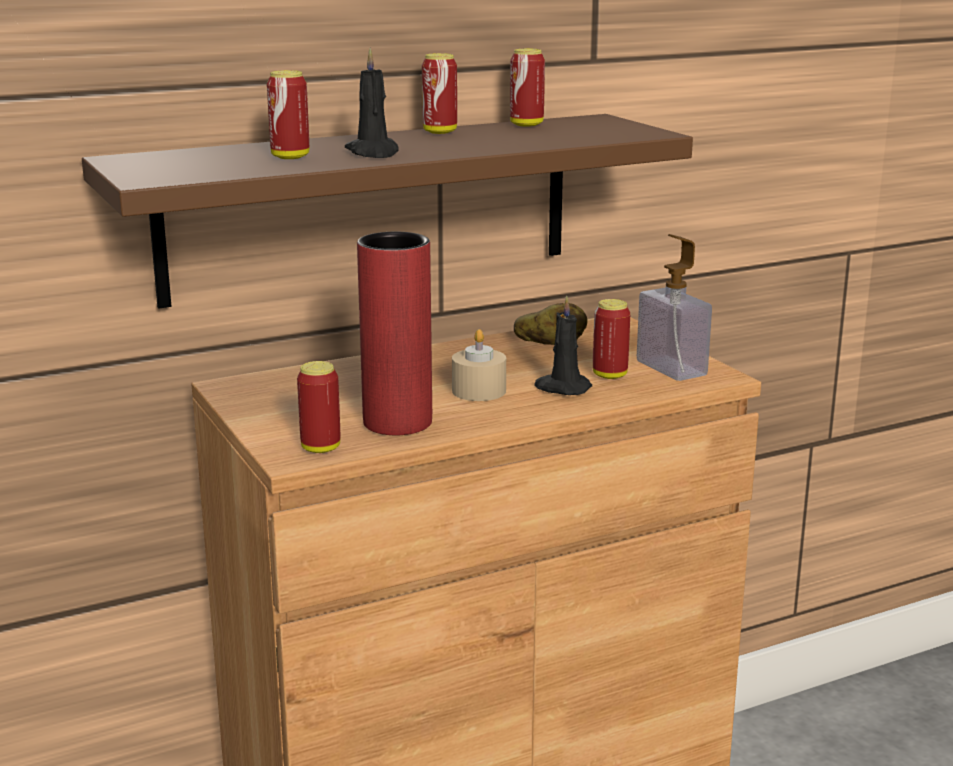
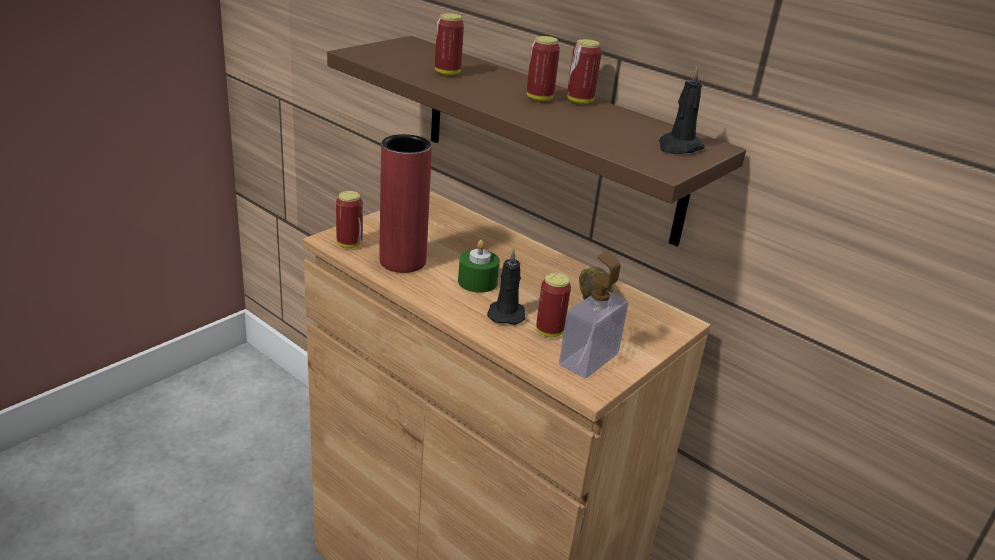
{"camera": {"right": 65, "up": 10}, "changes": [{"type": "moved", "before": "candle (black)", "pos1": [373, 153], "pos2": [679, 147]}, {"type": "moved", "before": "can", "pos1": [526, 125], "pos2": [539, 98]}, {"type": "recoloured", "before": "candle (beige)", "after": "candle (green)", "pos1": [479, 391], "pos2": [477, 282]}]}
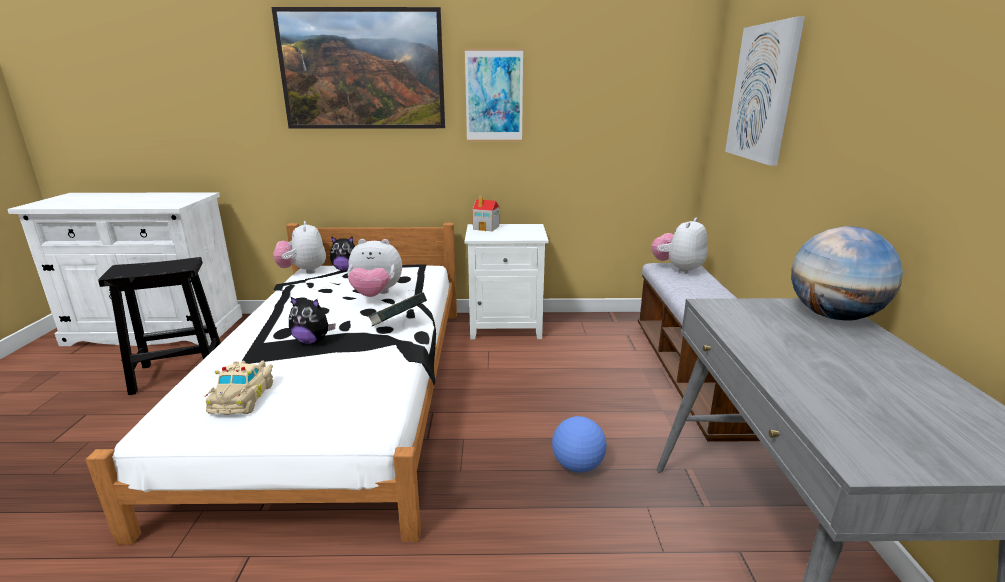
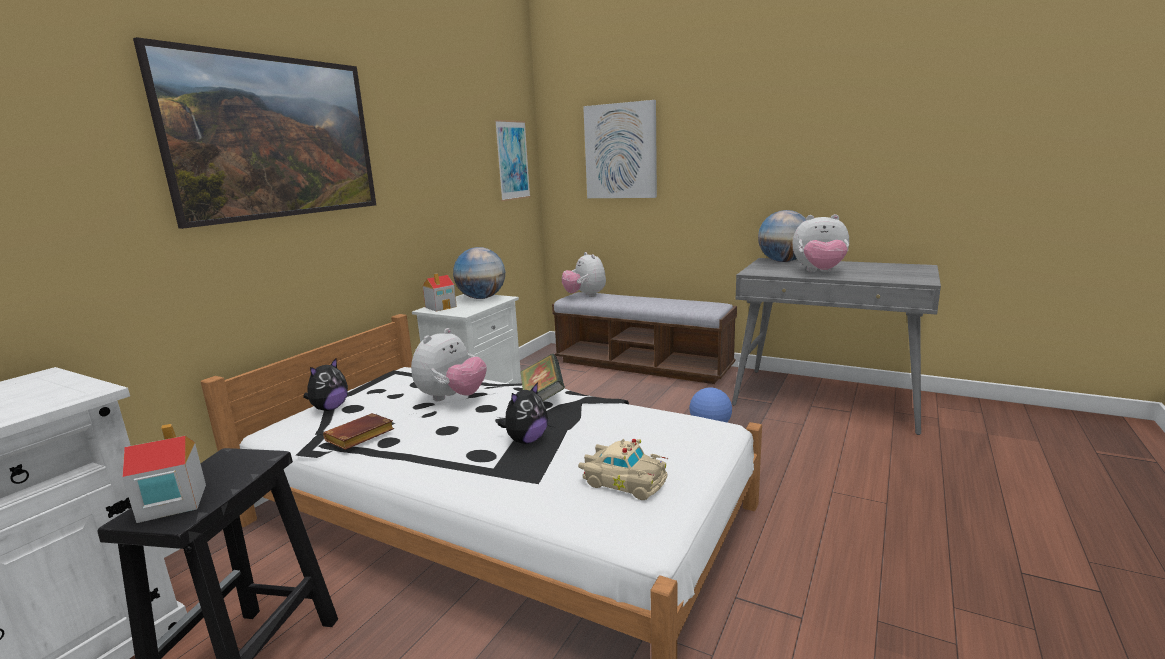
{"camera": {"right": -60, "up": -5}, "changes": [{"type": "moved", "before": "picture", "pos1": [494, 96], "pos2": [512, 160]}, {"type": "moved", "before": "plush toy", "pos1": [303, 271], "pos2": [819, 272]}, {"type": "added", "after": "globe", "pos2": [481, 298]}, {"type": "added", "after": "book (brown)", "pos2": [359, 437]}, {"type": "added", "after": "toy house", "pos2": [171, 503]}]}
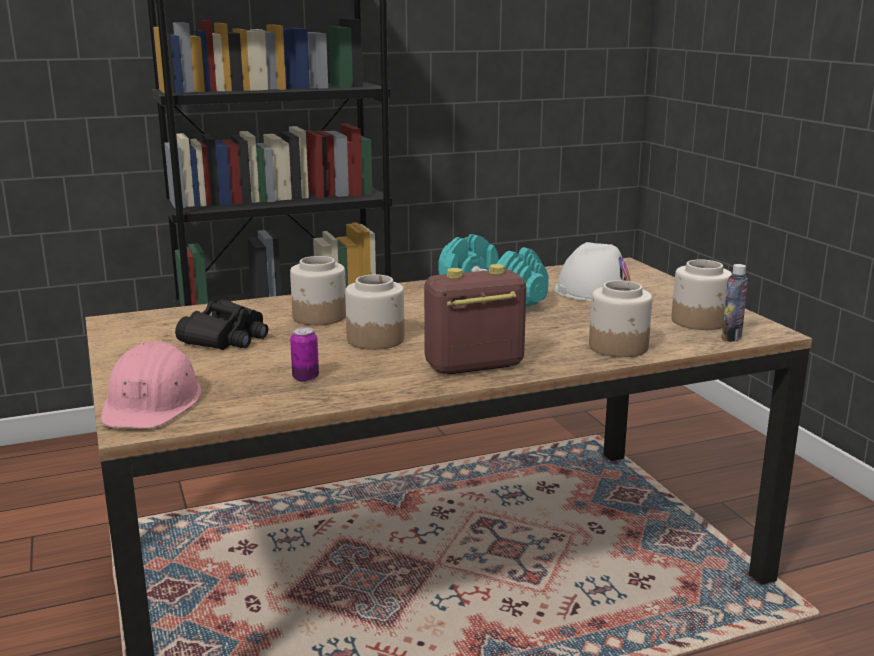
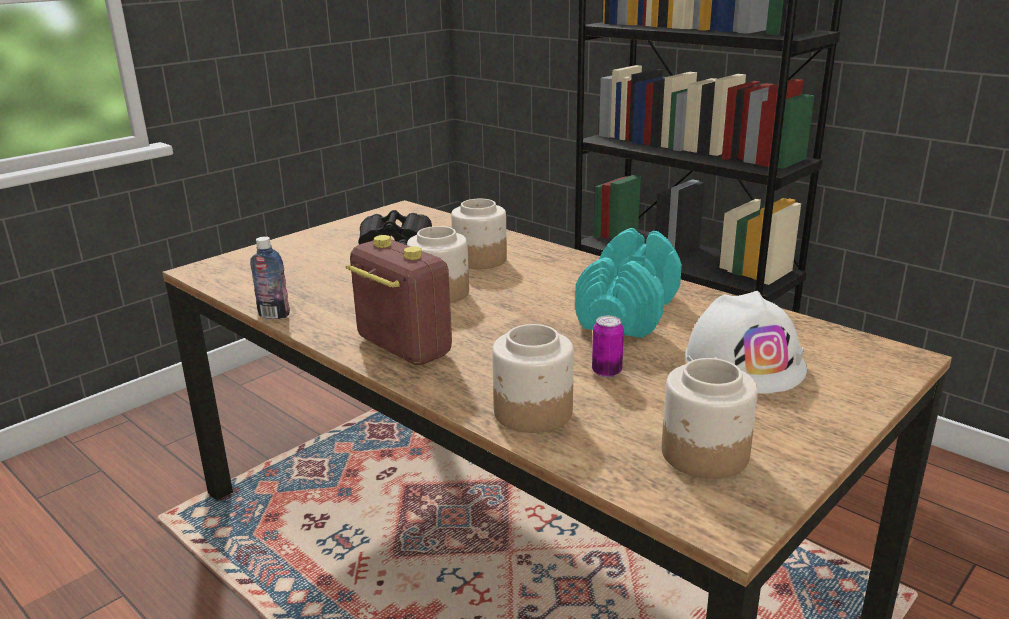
{"camera": {"right": 65, "up": 5}, "changes": [{"type": "moved", "before": "bottle", "pos1": [731, 337], "pos2": [274, 315]}, {"type": "moved", "before": "can", "pos1": [305, 378], "pos2": [606, 372]}, {"type": "removed", "before": "hard hat (pink)", "pos1": [153, 403]}]}
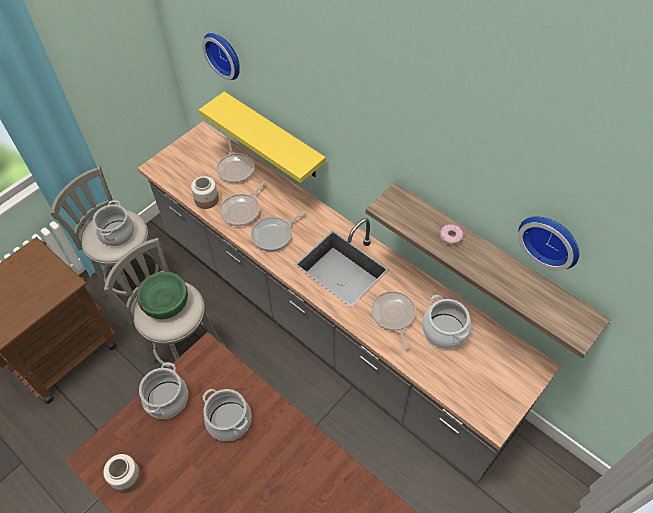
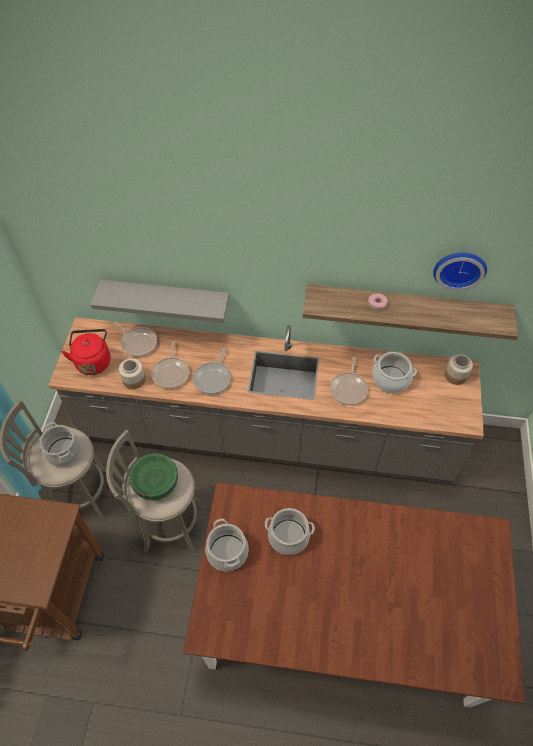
{"camera": {"right": -35, "up": 0}, "changes": [{"type": "removed", "before": "wall clock", "pos1": [224, 54]}, {"type": "recoloured", "before": "shelf (yellow)", "after": "shelf (grey)", "pos1": [274, 136], "pos2": [166, 298]}, {"type": "turned", "before": "frying pan", "pos1": [393, 316], "pos2": [349, 389], "turn": -120}, {"type": "moved", "before": "jar", "pos1": [126, 478], "pos2": [455, 375]}, {"type": "added", "after": "kettle (red)", "pos2": [93, 361]}]}
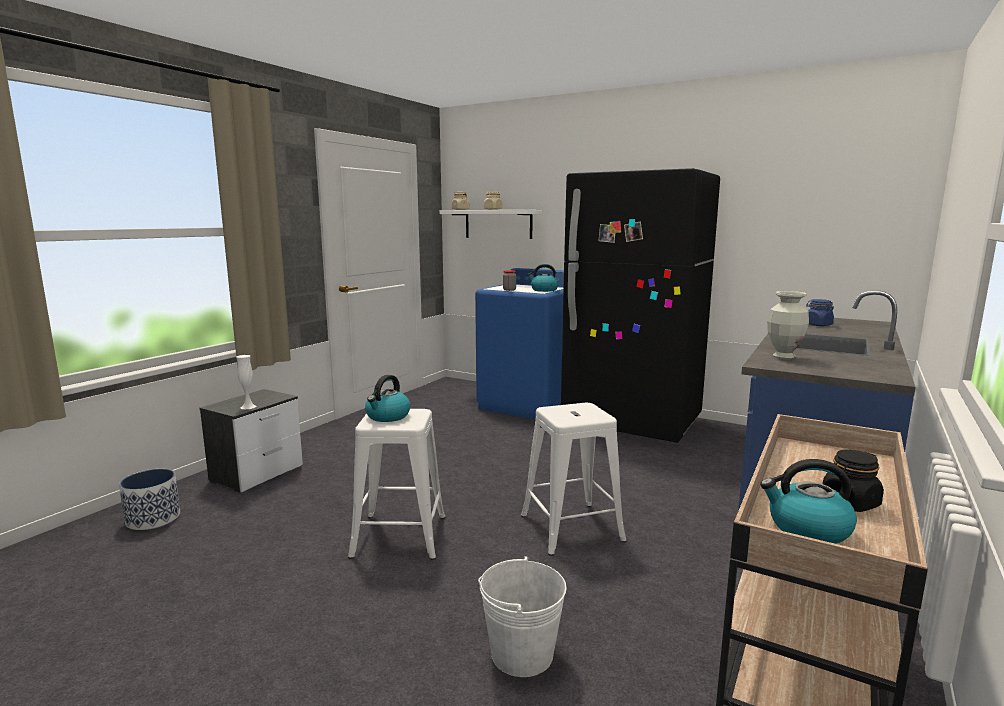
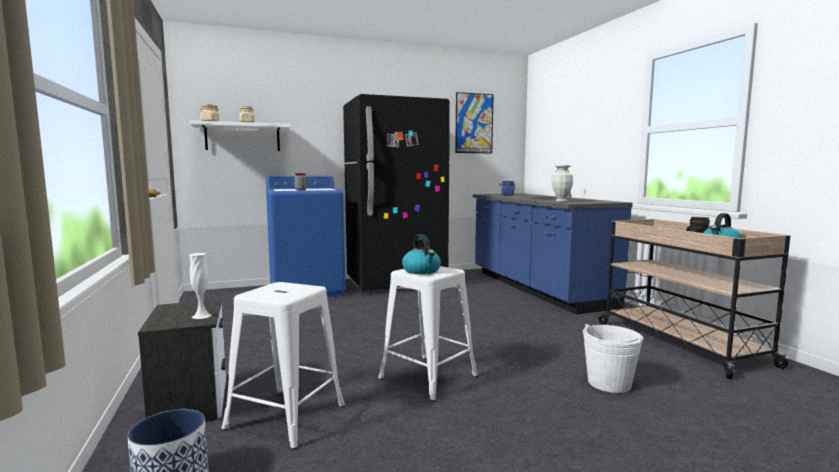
{"camera": {"right": -50, "up": -5}, "changes": [{"type": "removed", "before": "kettle", "pos1": [543, 290]}, {"type": "moved", "before": "stool (white)", "pos1": [571, 528], "pos2": [286, 417]}, {"type": "added", "after": "picture", "pos2": [474, 123]}]}
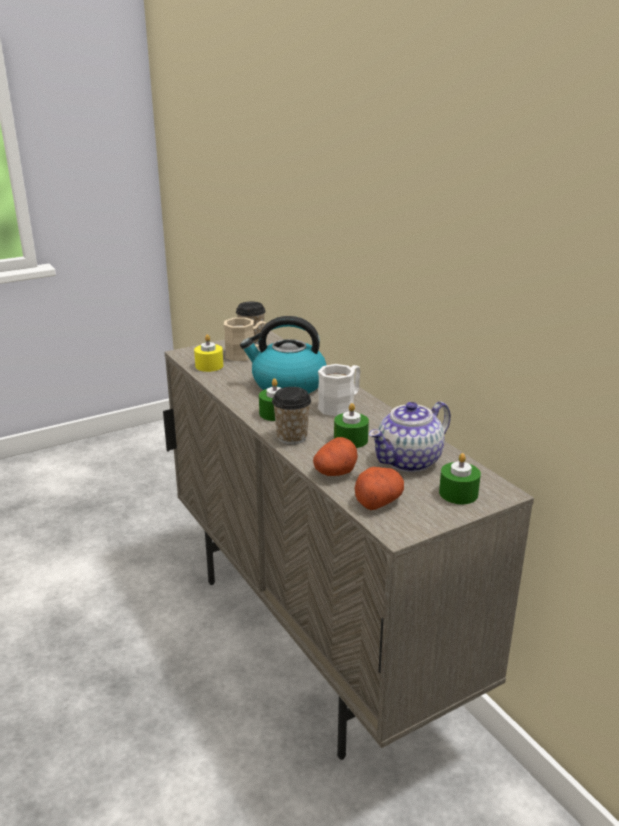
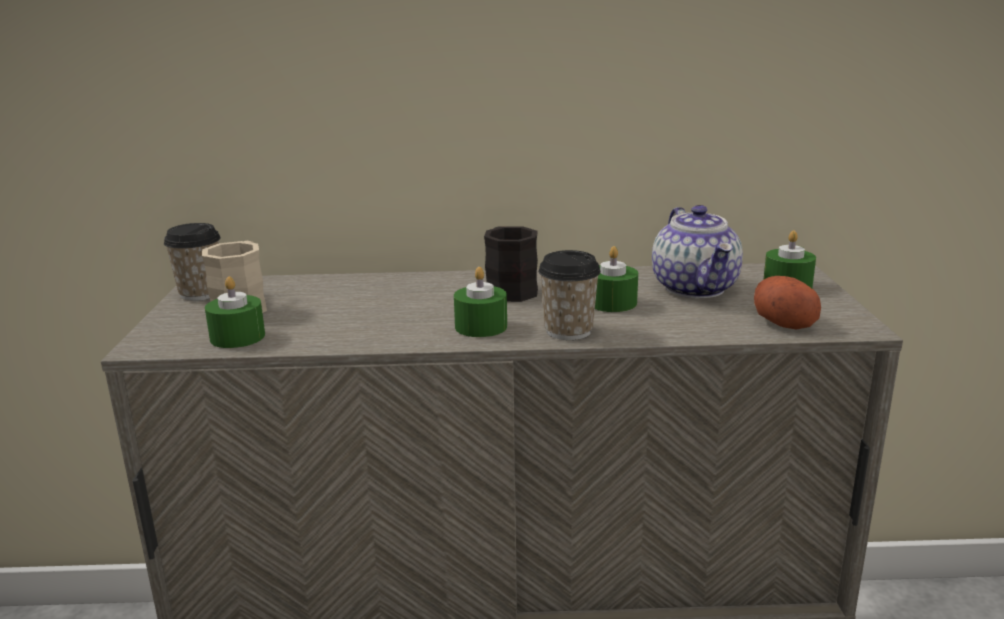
{"camera": {"right": -60, "up": -5}, "changes": [{"type": "removed", "before": "kettle", "pos1": [287, 384]}, {"type": "recoloured", "before": "candle (yellow)", "after": "candle (green)", "pos1": [209, 366], "pos2": [237, 337]}, {"type": "recoloured", "before": "mug (white)", "after": "mug (black)", "pos1": [341, 405], "pos2": [508, 288]}, {"type": "removed", "before": "potato", "pos1": [335, 472]}]}
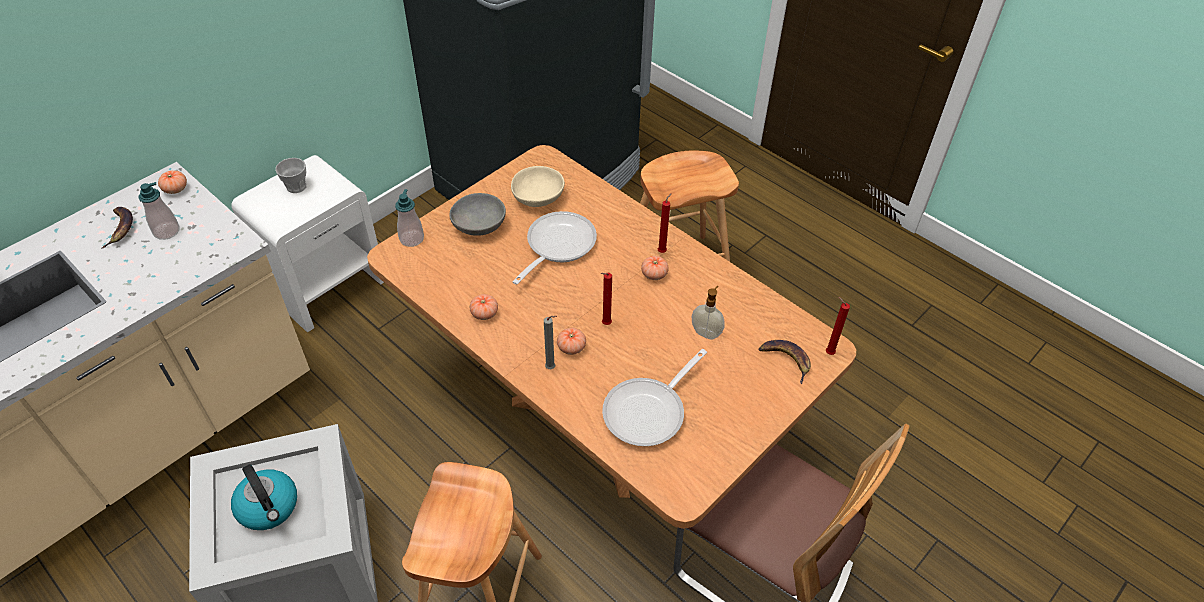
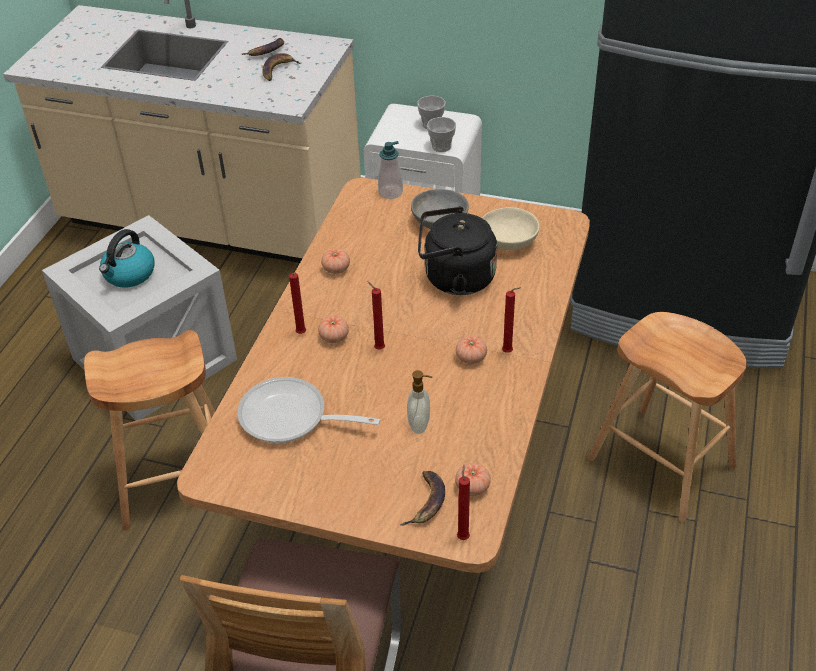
{"camera": {"right": 65, "up": -5}, "changes": [{"type": "moved", "before": "tomato", "pos1": [175, 189], "pos2": [472, 487]}, {"type": "replaced", "before": "soap dispenser", "after": "banana", "pos1": [166, 231], "pos2": [278, 70]}, {"type": "replaced", "before": "frying pan", "after": "kettle (black)", "pos1": [557, 246], "pos2": [454, 278]}, {"type": "recoloured", "before": "candle (grey)", "after": "candle (red)", "pos1": [552, 368], "pos2": [301, 334]}, {"type": "added", "after": "cup", "pos2": [441, 146]}]}
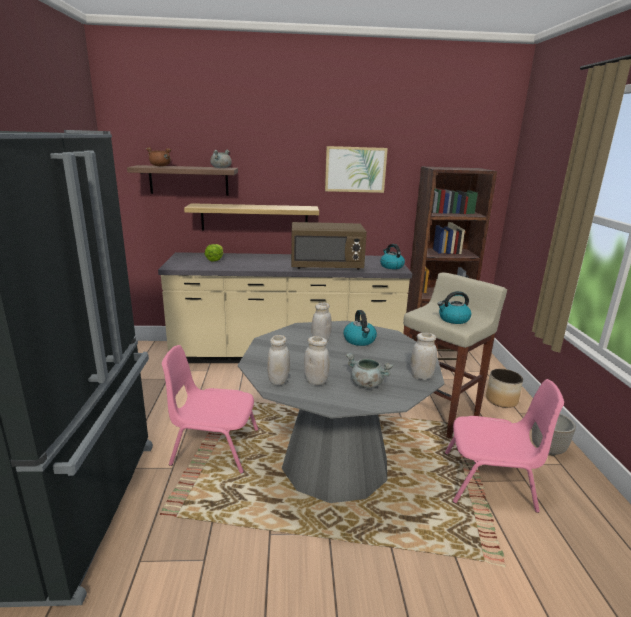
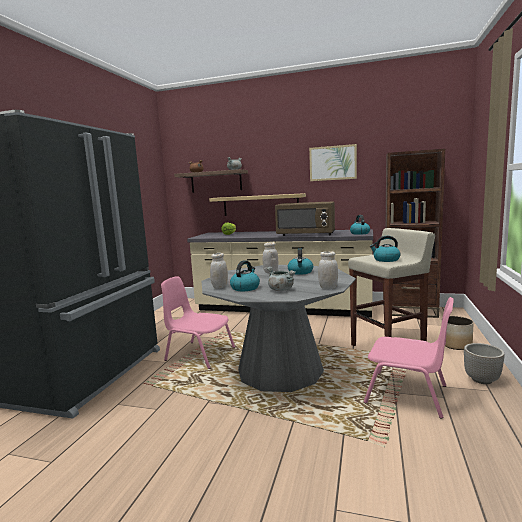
{"camera": {"right": 20, "up": -10}, "changes": [{"type": "replaced", "before": "jar (white)", "after": "kettle", "pos1": [316, 381], "pos2": [245, 288]}]}
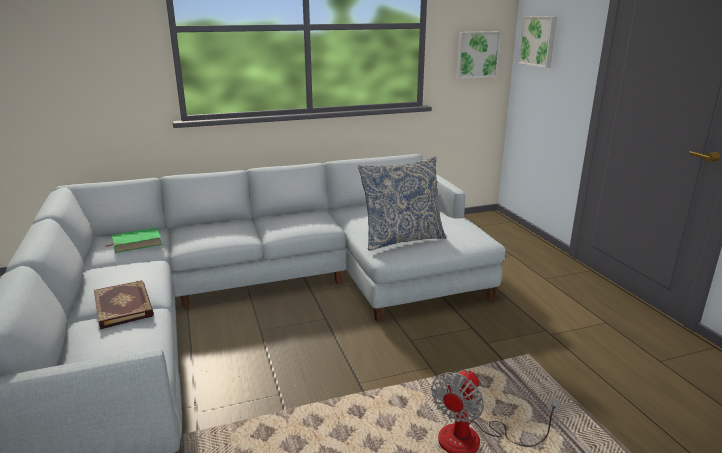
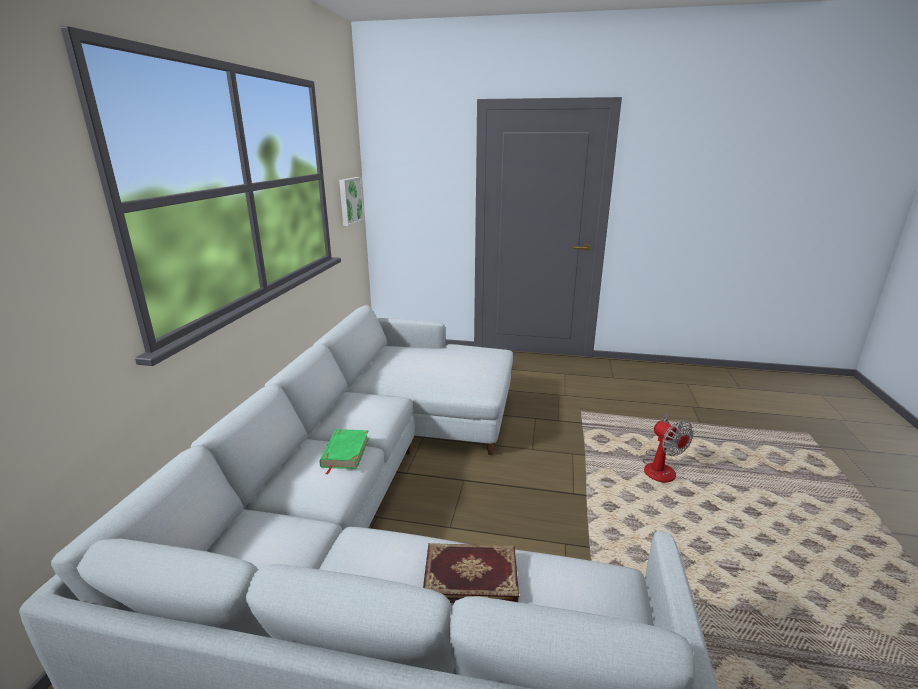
{"camera": {"right": -60, "up": 0}, "changes": [{"type": "removed", "before": "picture", "pos1": [539, 41]}, {"type": "removed", "before": "pillow", "pos1": [401, 239]}, {"type": "moved", "before": "book (green)", "pos1": [137, 243], "pos2": [345, 452]}]}
